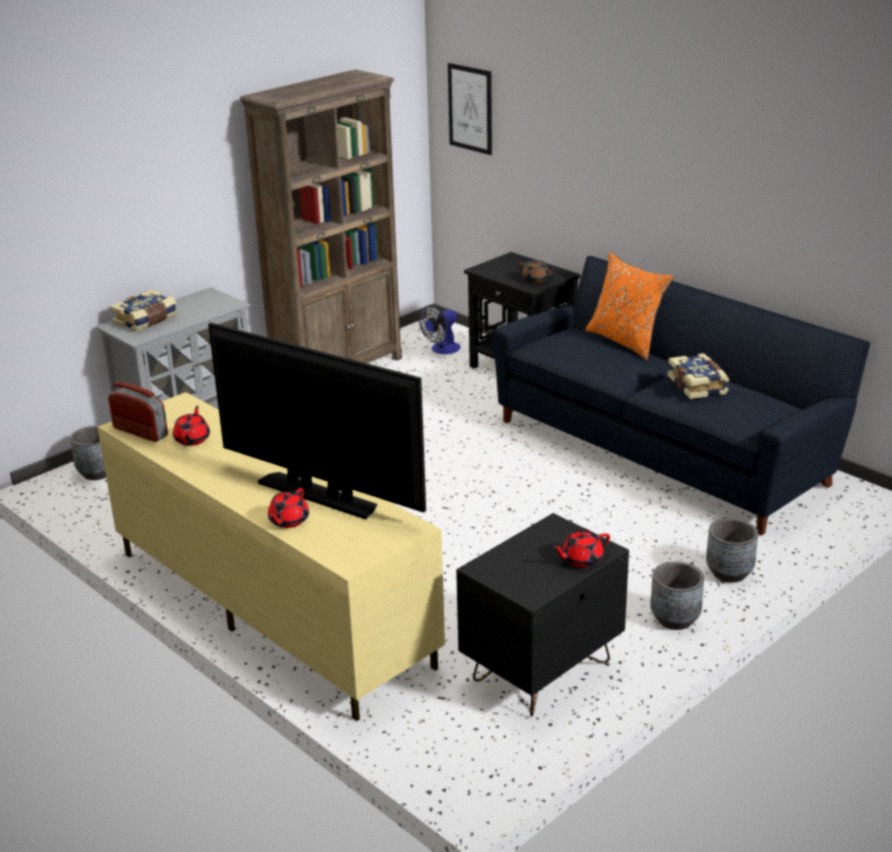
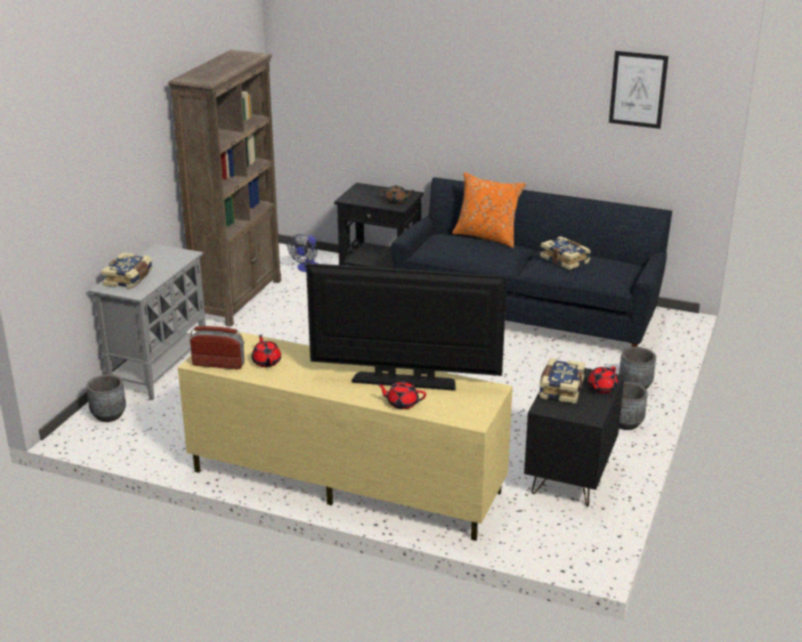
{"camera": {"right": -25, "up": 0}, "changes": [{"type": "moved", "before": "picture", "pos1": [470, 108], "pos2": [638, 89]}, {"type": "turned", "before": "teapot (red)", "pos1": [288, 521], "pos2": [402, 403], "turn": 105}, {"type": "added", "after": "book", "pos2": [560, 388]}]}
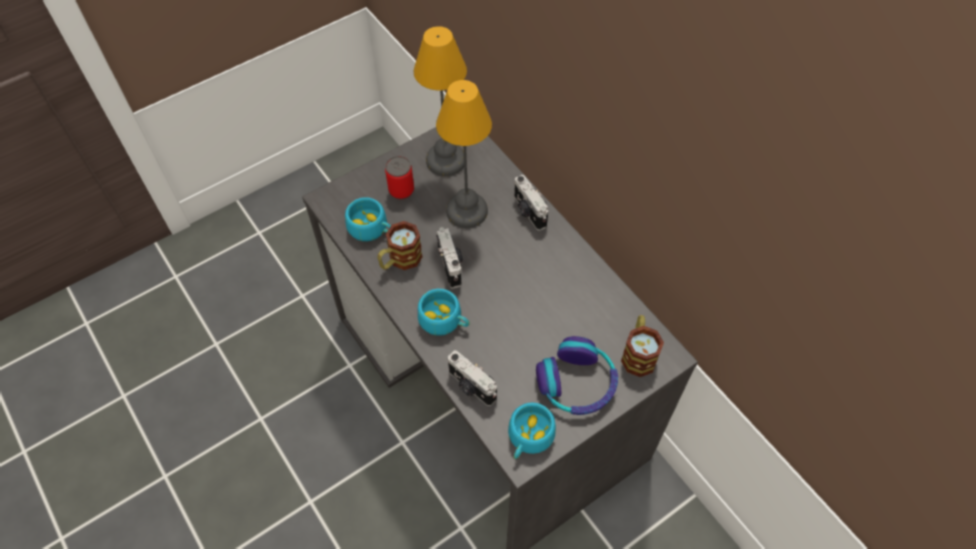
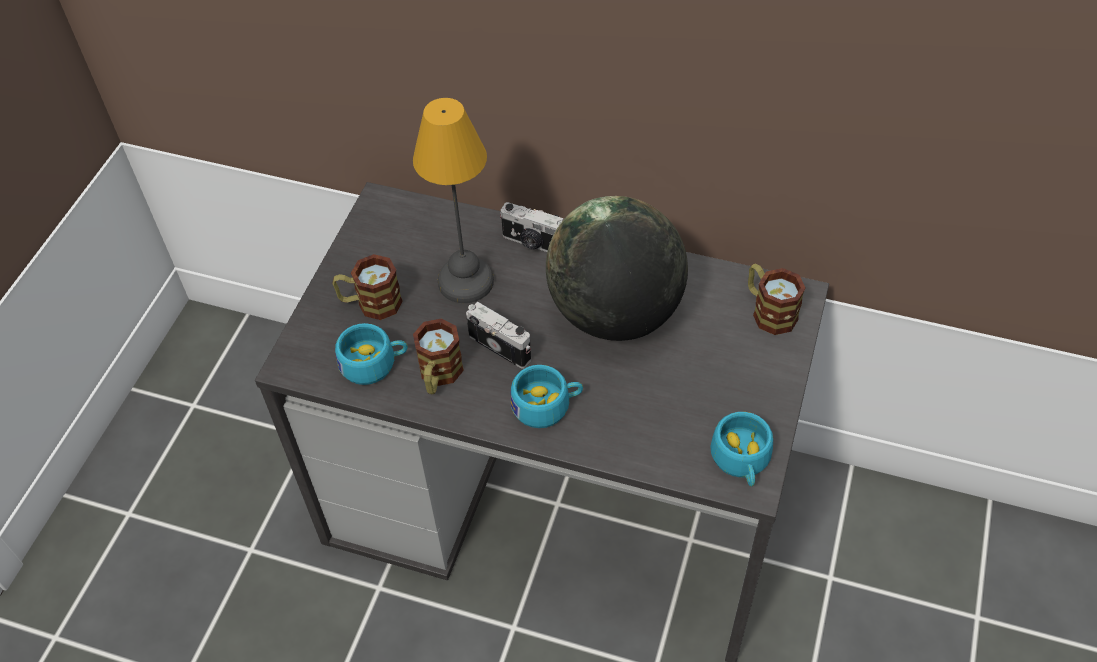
{"camera": {"right": -35, "up": -5}, "changes": [{"type": "removed", "before": "table lamp", "pos1": [447, 161]}, {"type": "replaced", "before": "can", "after": "mug", "pos1": [401, 190], "pos2": [370, 303]}, {"type": "removed", "before": "headphones", "pos1": [577, 383]}, {"type": "removed", "before": "photo camera", "pos1": [471, 386]}, {"type": "added", "after": "globe", "pos2": [615, 313]}]}
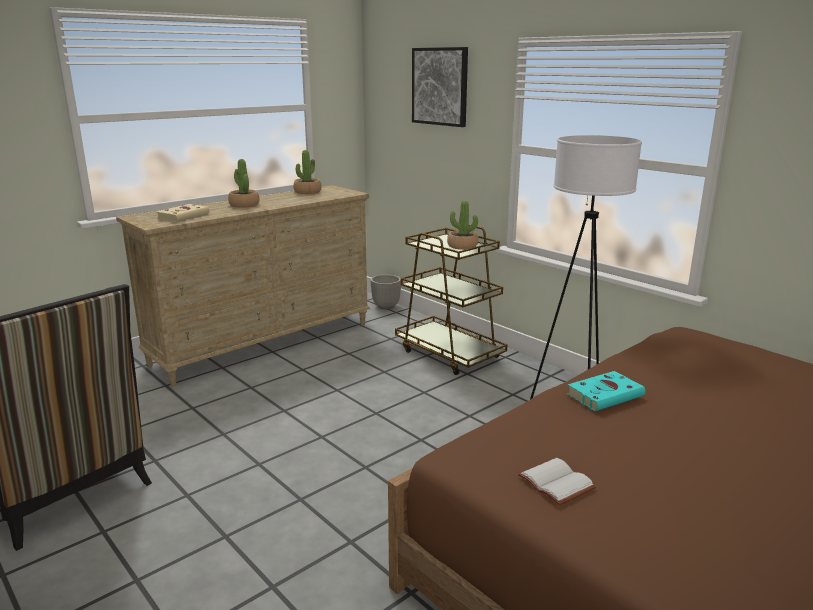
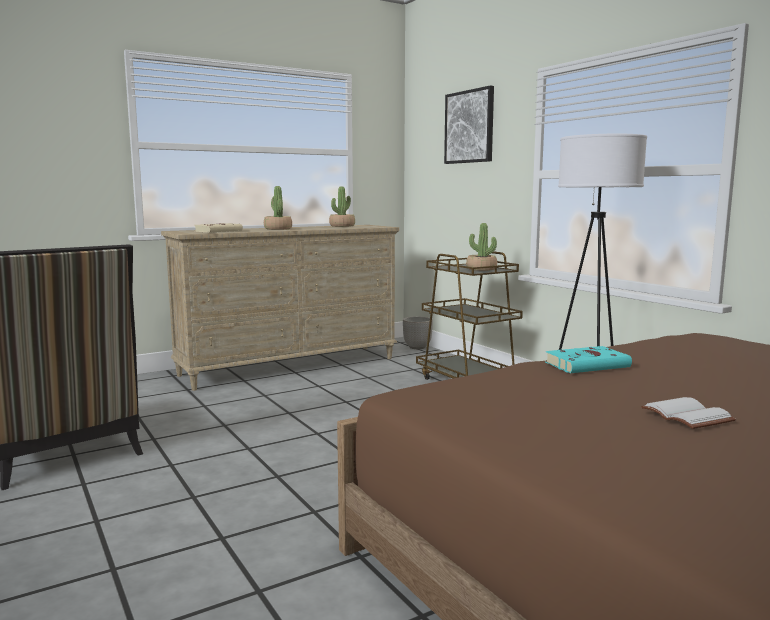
{"camera": {"right": 10, "up": -10}, "changes": [{"type": "moved", "before": "book (white)", "pos1": [558, 482], "pos2": [689, 416]}]}
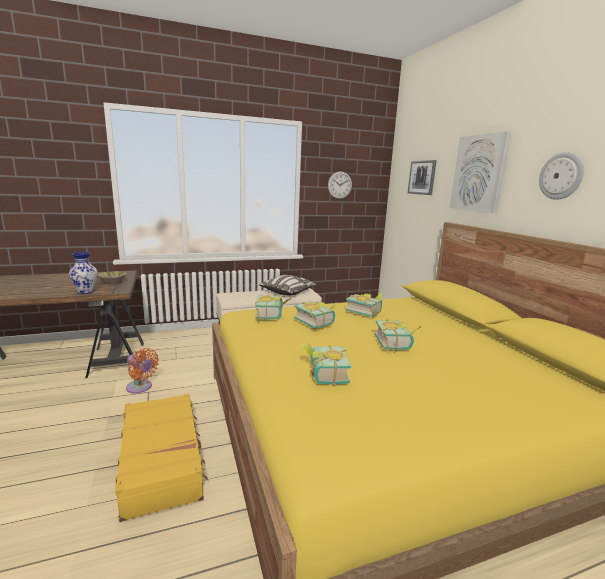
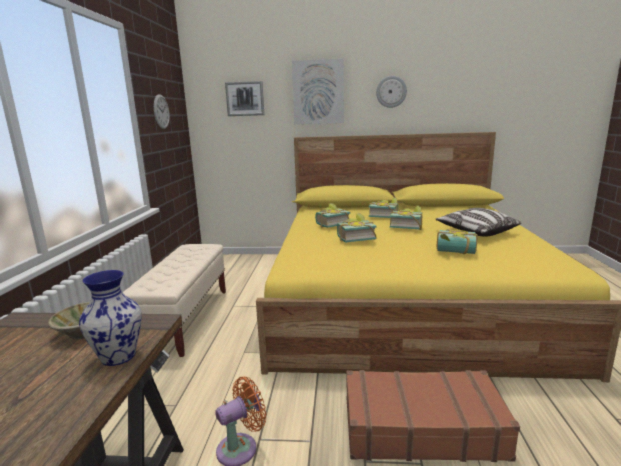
{"camera": {"right": -65, "up": 0}, "changes": [{"type": "moved", "before": "pillow", "pos1": [288, 292], "pos2": [476, 232]}, {"type": "moved", "before": "book", "pos1": [272, 315], "pos2": [384, 216]}, {"type": "recoloured", "before": "suitcase (yellow)", "after": "suitcase (brown)", "pos1": [162, 460], "pos2": [421, 427]}]}
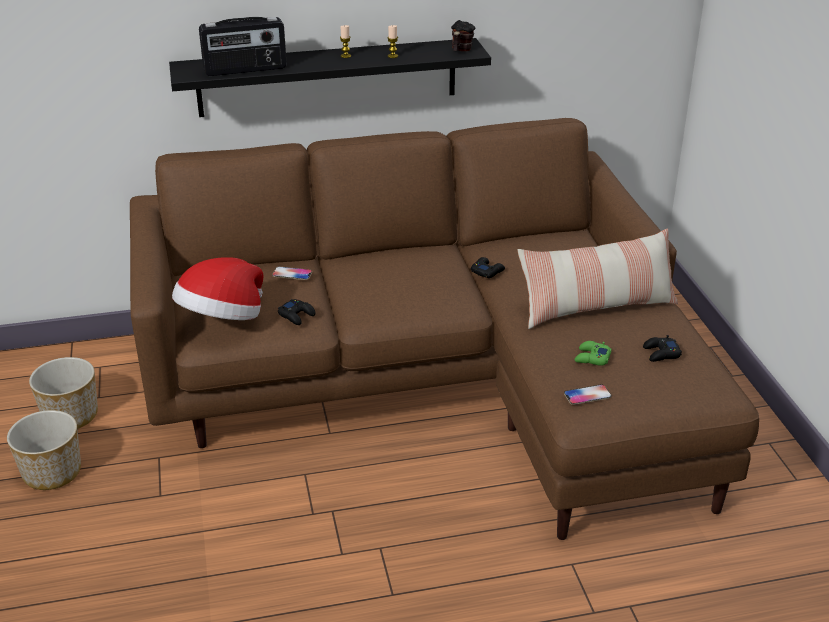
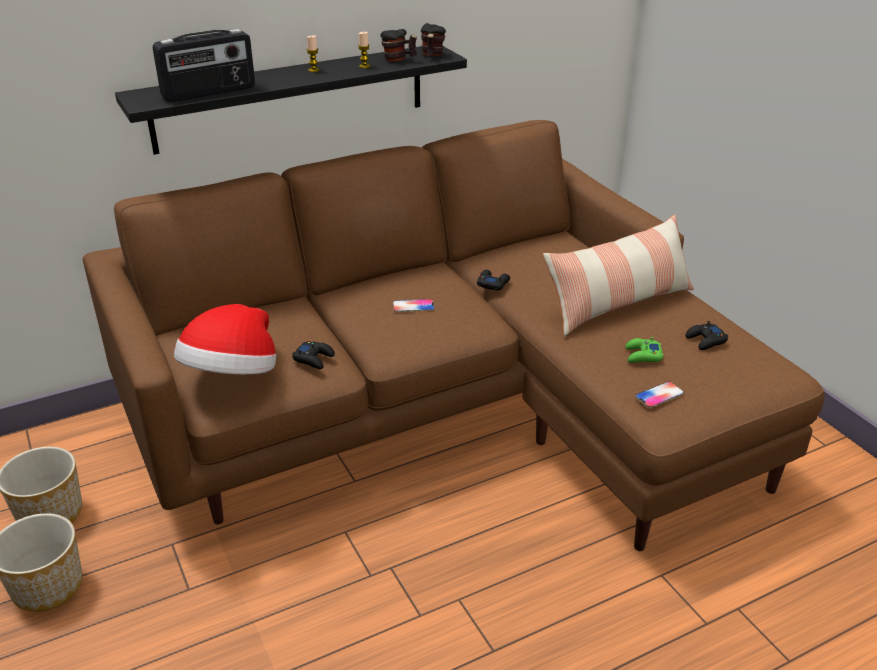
{"camera": {"right": -15, "up": 0}, "changes": [{"type": "moved", "before": "phone", "pos1": [292, 274], "pos2": [413, 306]}, {"type": "added", "after": "mug", "pos2": [398, 60]}]}
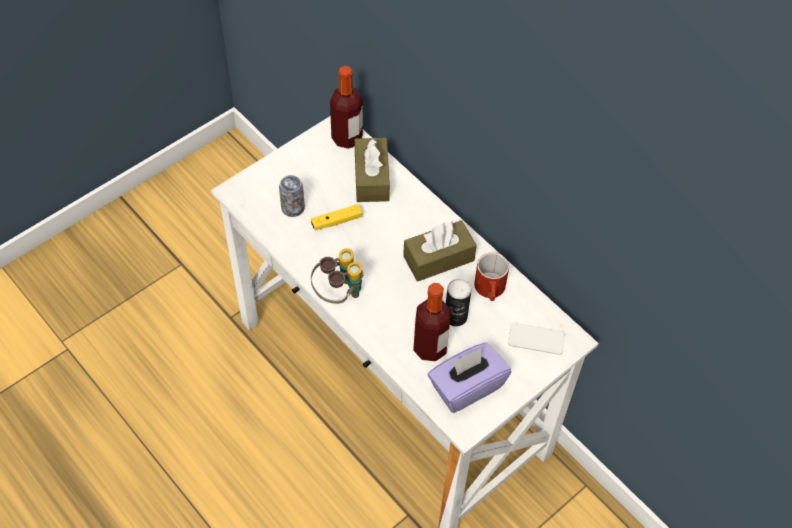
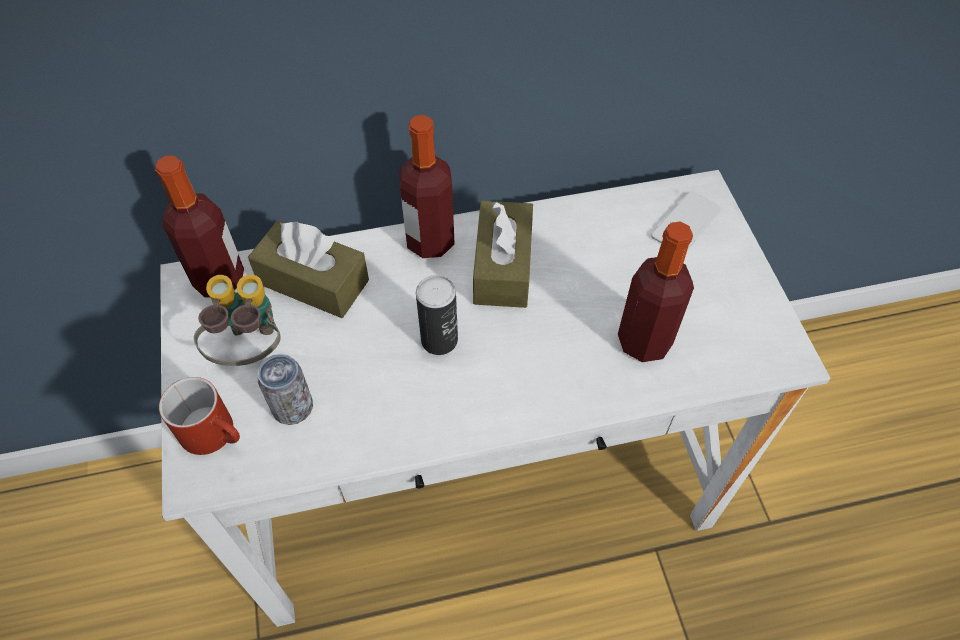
{"camera": {"right": -60, "up": 0}, "changes": [{"type": "removed", "before": "game controller (yellow)", "pos1": [337, 221]}, {"type": "moved", "before": "binoculars", "pos1": [339, 293], "pos2": [250, 349]}, {"type": "moved", "before": "mug (red)", "pos1": [491, 290], "pos2": [216, 433]}, {"type": "moved", "before": "can", "pos1": [455, 317], "pos2": [439, 340]}, {"type": "removed", "before": "tissue box (purple)", "pos1": [466, 387]}, {"type": "added", "after": "bottle", "pos2": [430, 241]}]}
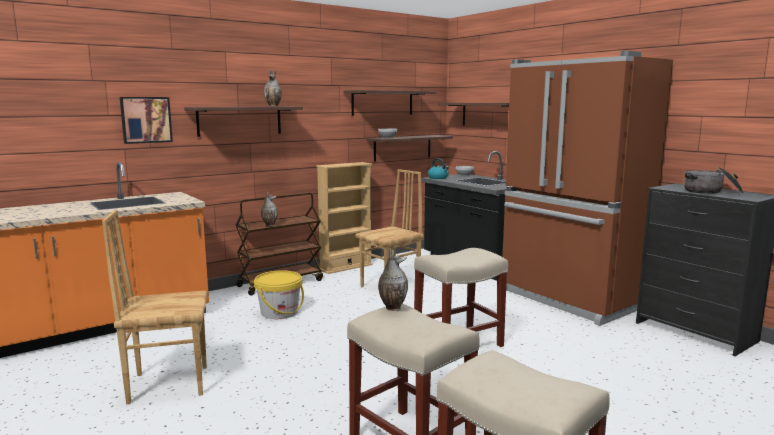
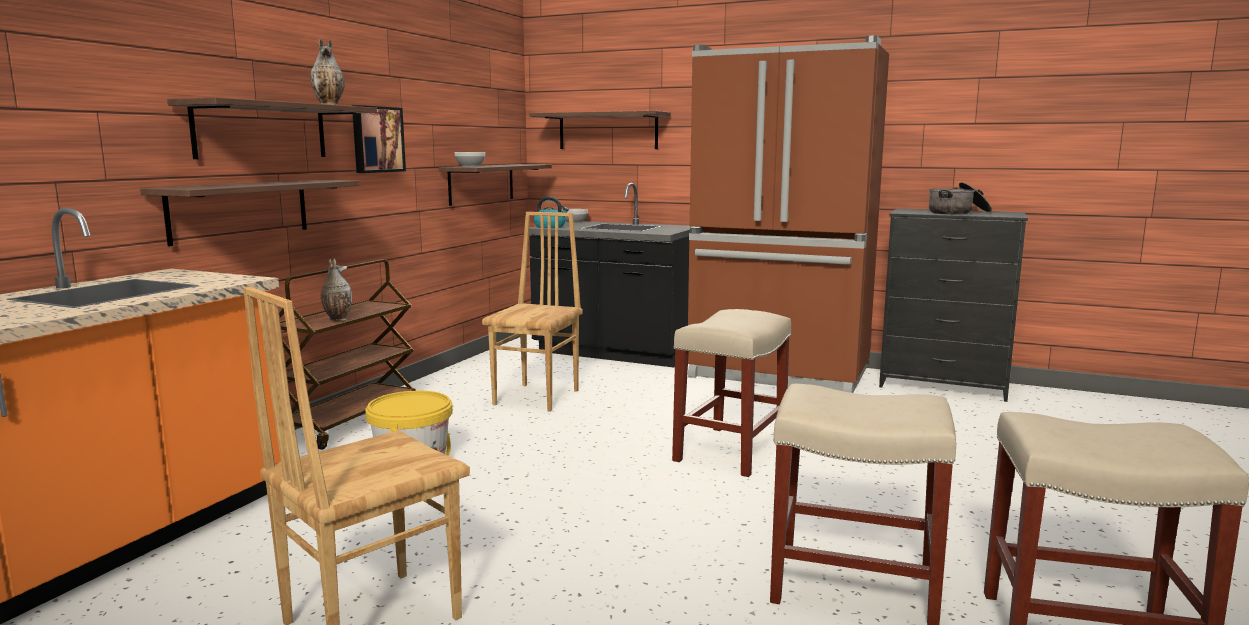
{"camera": {"right": -30, "up": 0}, "changes": [{"type": "moved", "before": "shelf", "pos1": [382, 103], "pos2": [240, 210]}, {"type": "moved", "before": "picture", "pos1": [146, 120], "pos2": [376, 139]}, {"type": "removed", "before": "bookcase (beige)", "pos1": [346, 267]}, {"type": "removed", "before": "vase", "pos1": [392, 307]}]}
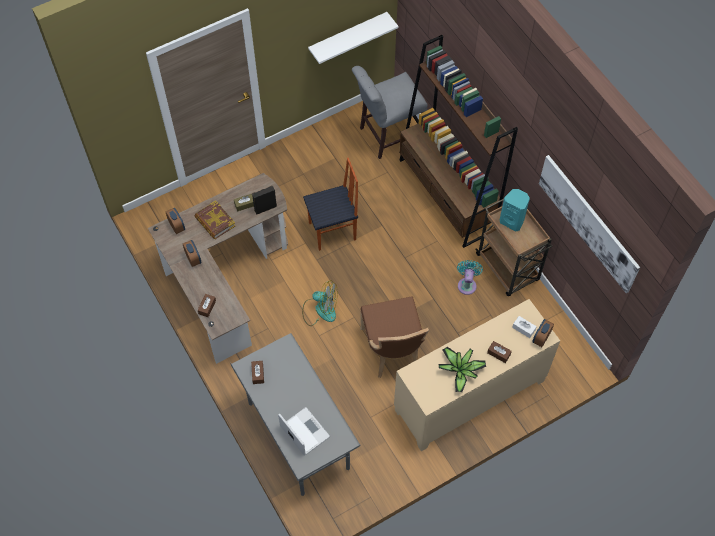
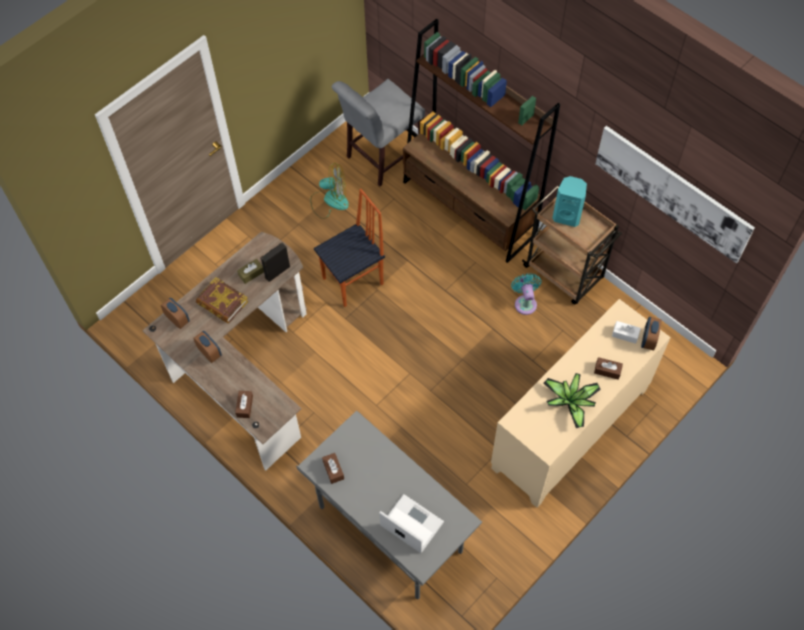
{"camera": {"right": -15, "up": 0}, "changes": [{"type": "removed", "before": "shelf (white)", "pos1": [348, 37]}, {"type": "moved", "before": "fan", "pos1": [320, 310], "pos2": [329, 200]}, {"type": "removed", "before": "chair (brown)", "pos1": [392, 350]}]}
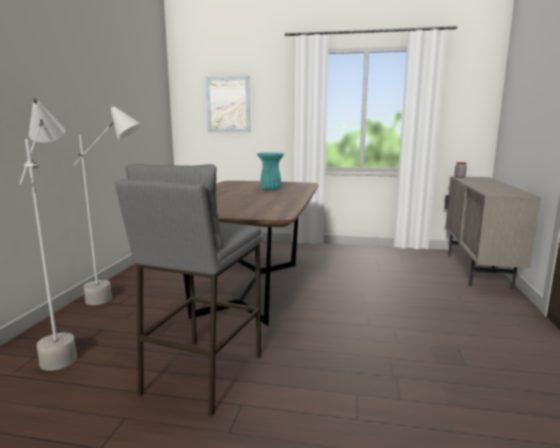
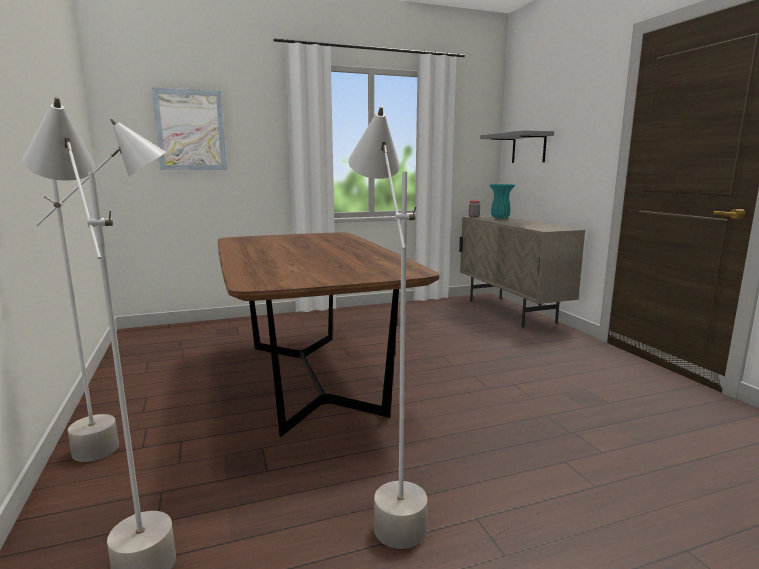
{"camera": {"right": -30, "up": 0}, "changes": [{"type": "moved", "before": "vase (turquoise)", "pos1": [270, 189], "pos2": [499, 217]}, {"type": "replaced", "before": "stool (grey)", "after": "floor lamp (grey)", "pos1": [202, 374], "pos2": [387, 500]}, {"type": "added", "after": "shelf (grey)", "pos2": [528, 148]}]}
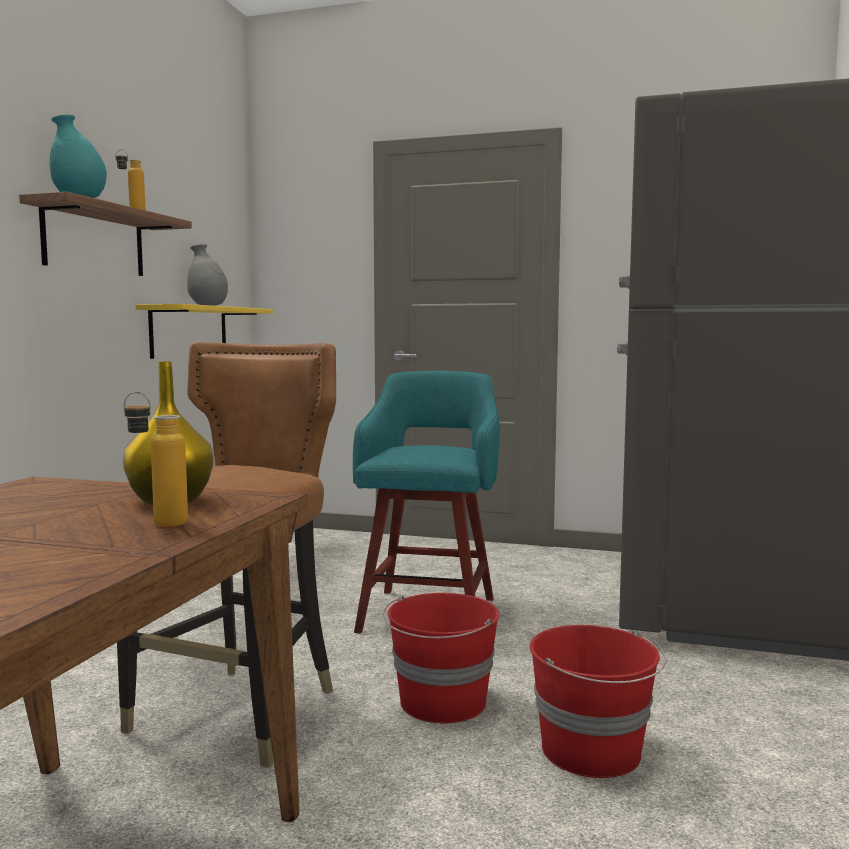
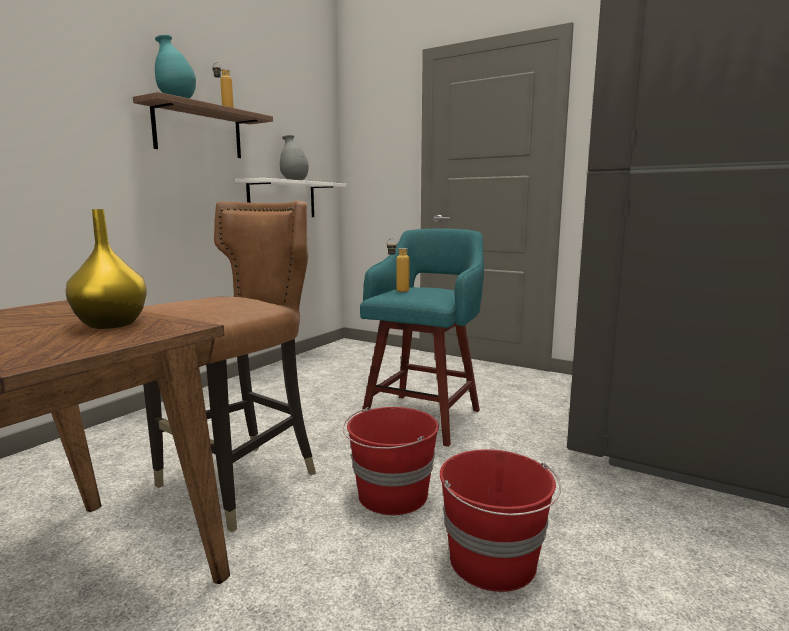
{"camera": {"right": 15, "up": 5}, "changes": [{"type": "recoloured", "before": "shelf (yellow)", "after": "shelf (white)", "pos1": [189, 332], "pos2": [282, 199]}, {"type": "moved", "before": "bottle", "pos1": [157, 523], "pos2": [397, 290]}]}
